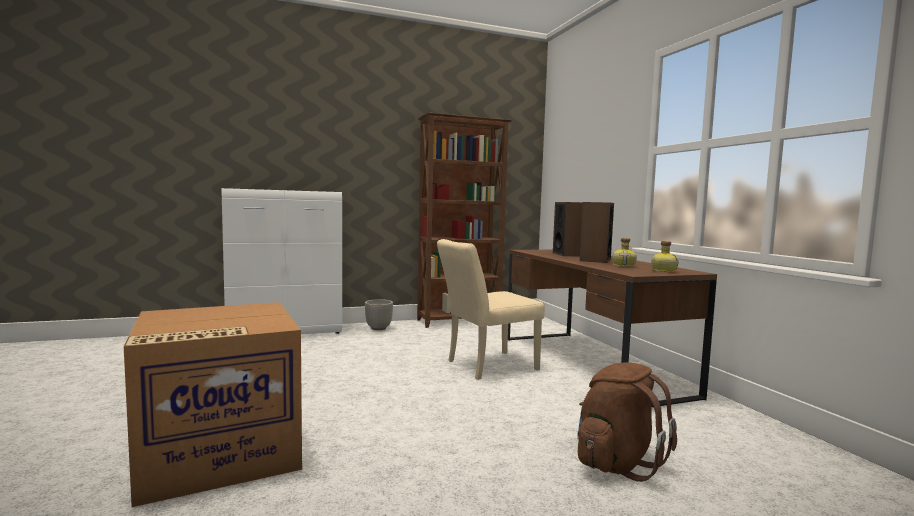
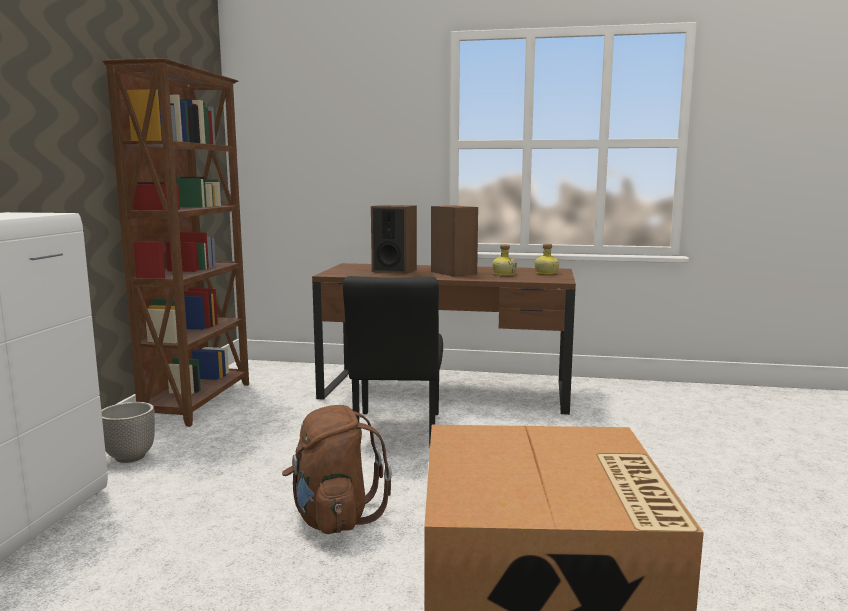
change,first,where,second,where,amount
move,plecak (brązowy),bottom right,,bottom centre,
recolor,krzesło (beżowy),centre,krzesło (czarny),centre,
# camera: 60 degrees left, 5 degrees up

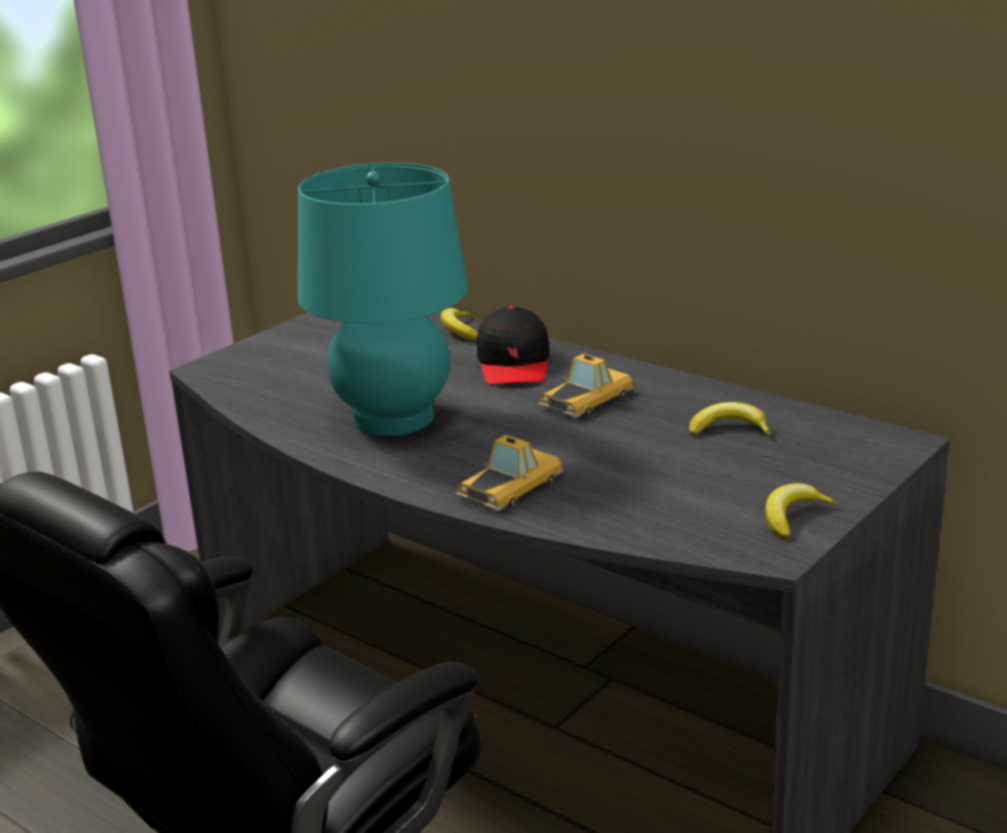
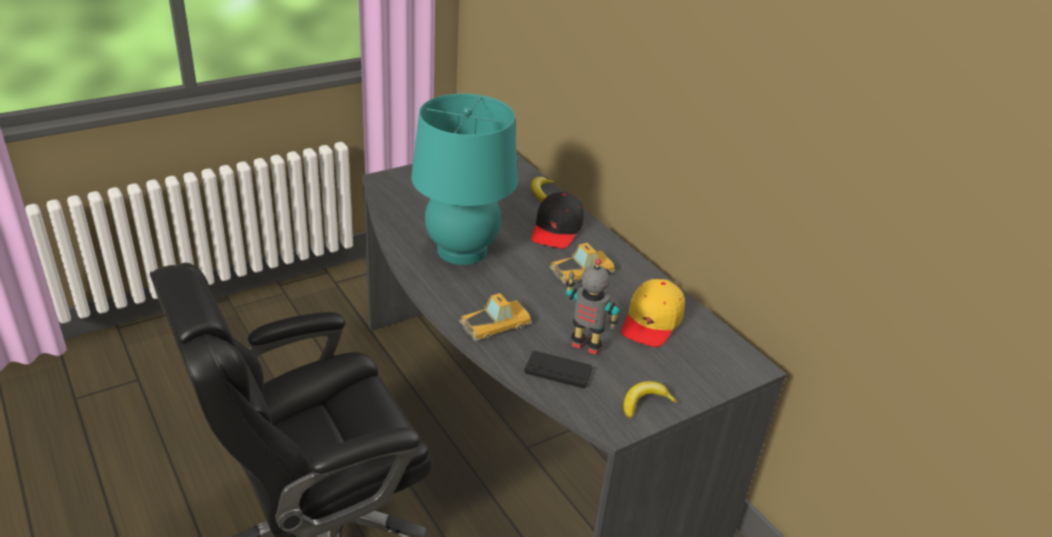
change,first,where,second,where,amount
insert,,,pad do gier (czarny),bottom centre,
insert,,,robot zabawkowy,centre,
replace,banan (2nd from left),middle right,czapka z daszkiem (żółty),centre,
# camera: 15 degrees right, 10 degrees up

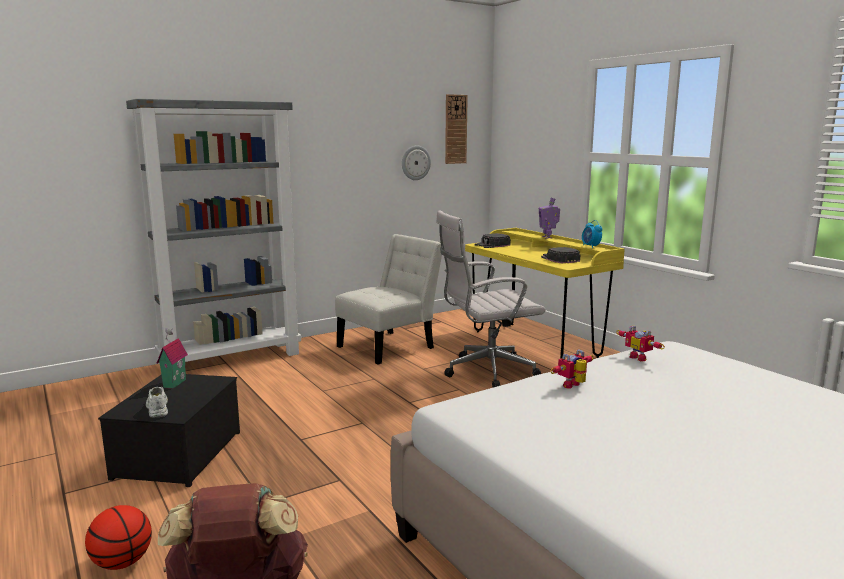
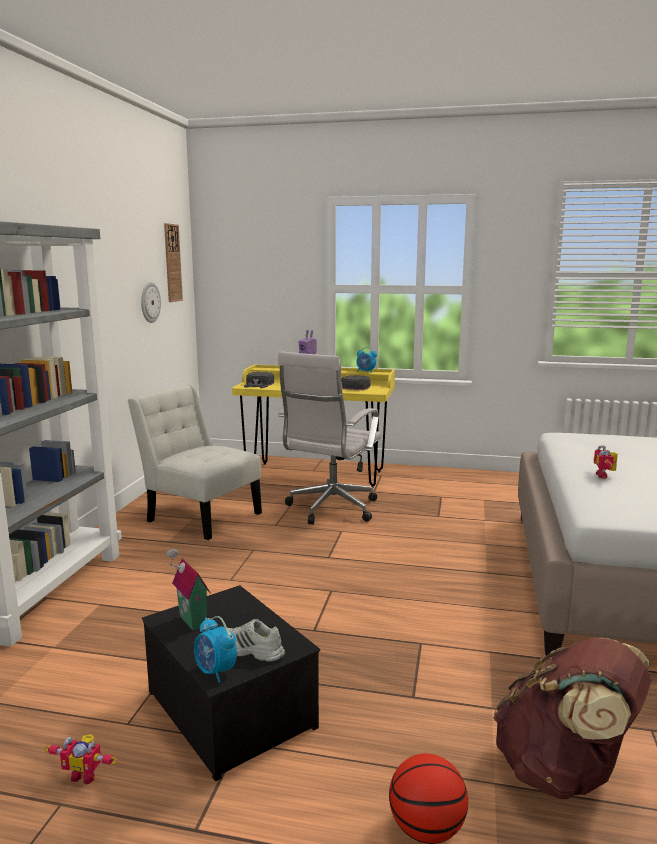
change,first,where,second,where,amount
move,robot zabawkowy (3rd from left in the first image),middle right,robot zabawkowy (1st from left),bottom left,
rotate,krzesło (biały),centre,,middle left,60 degrees counterclockwise
insert,,,budzik (1st from left),bottom left,
# camera: 45 degrees left, 0 degrees up

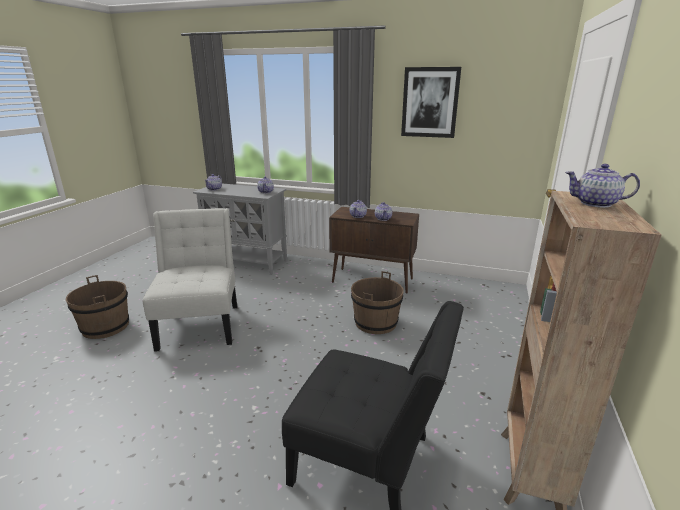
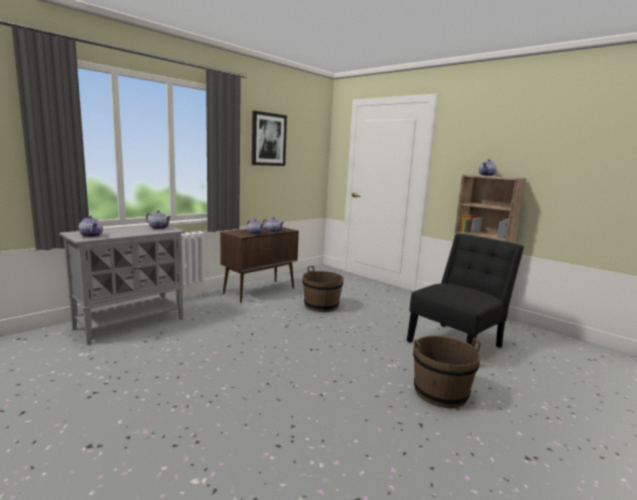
change,first,where,second,where,amount
move,wiadro (brązowy) (1st from left in the first image),middle left,wiadro (brązowy) (2nd from left),bottom right,
delete,krzesło (biały),middle left,,,
# camera: 65 degrees left, 10 degrees down

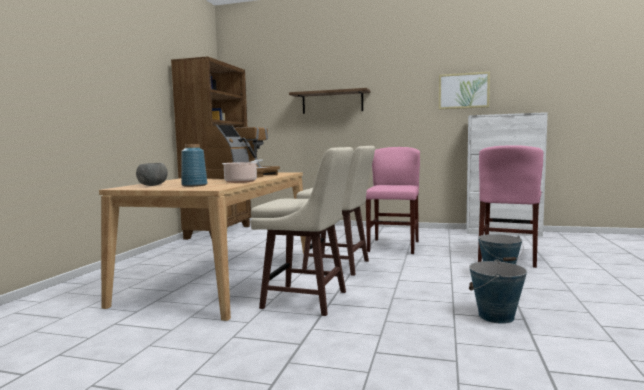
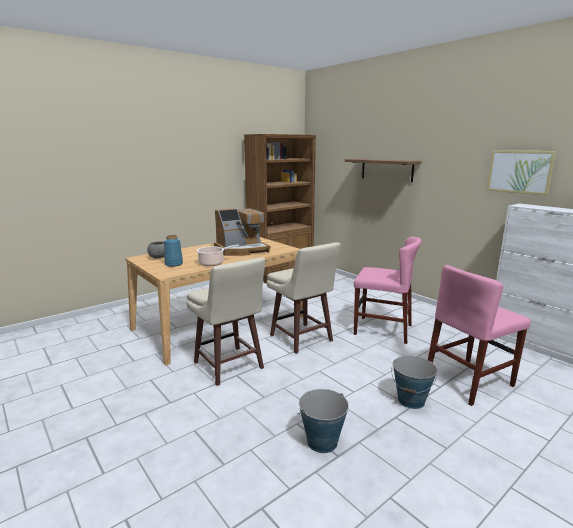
change,first,where,second,where,amount
rotate,krzesło (różowy) (1st from left),centre,,middle right,60 degrees clockwise
# camera: 35 degrees right, 10 degrees up

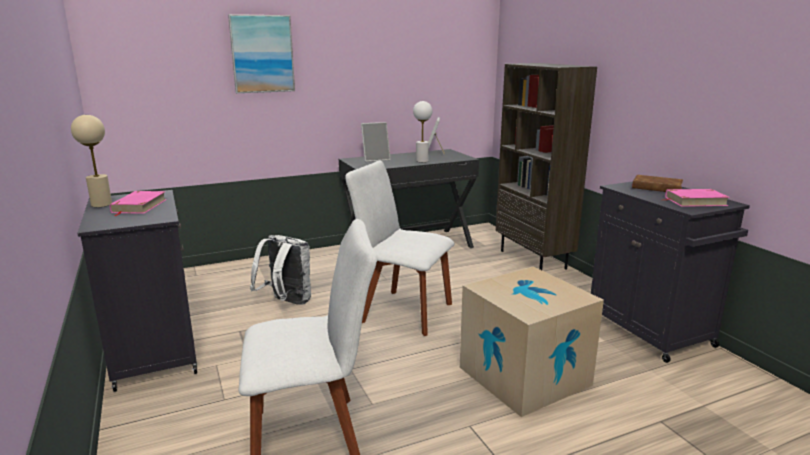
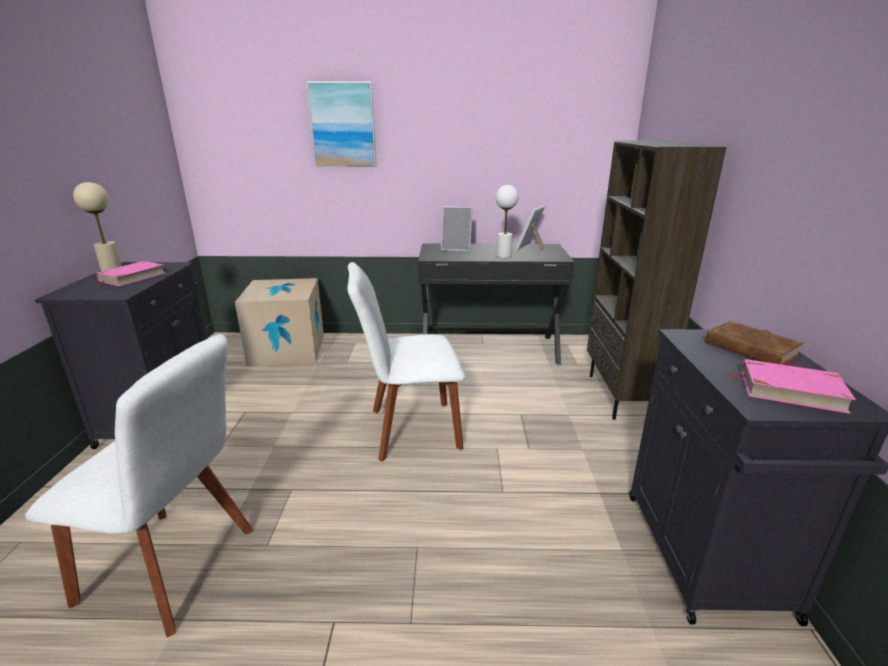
change,first,where,second,where,amount
move,karton,bottom centre,,middle left,
rotate,krzesło (biały) (2nd from left),centre,,centre,60 degrees counterclockwise
delete,plecak (biały),centre,,,
# camera: 25 degrees right, 5 degrees up

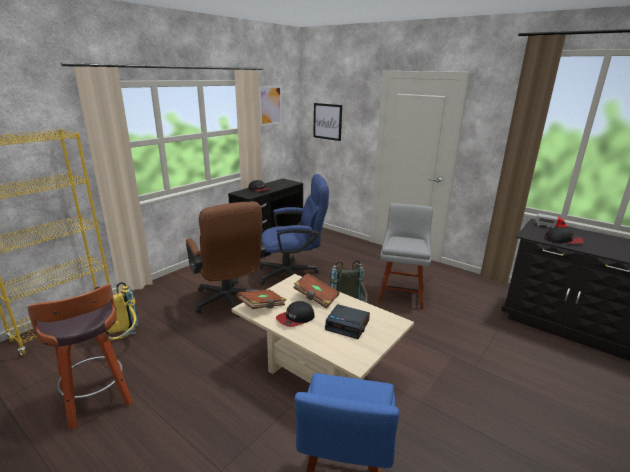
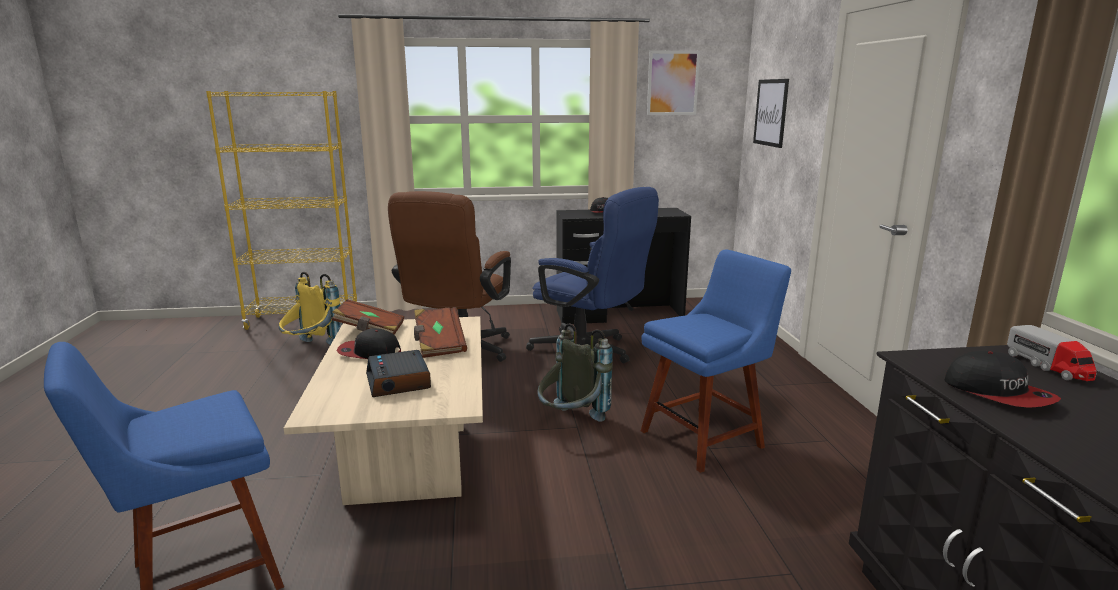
change,first,where,second,where,amount
recolor,krzesło (szary),centre,krzesło (niebieski) (2nd from left),centre,
delete,stołek,bottom left,,,
# camera: 45 degrees right, 5 degrees down

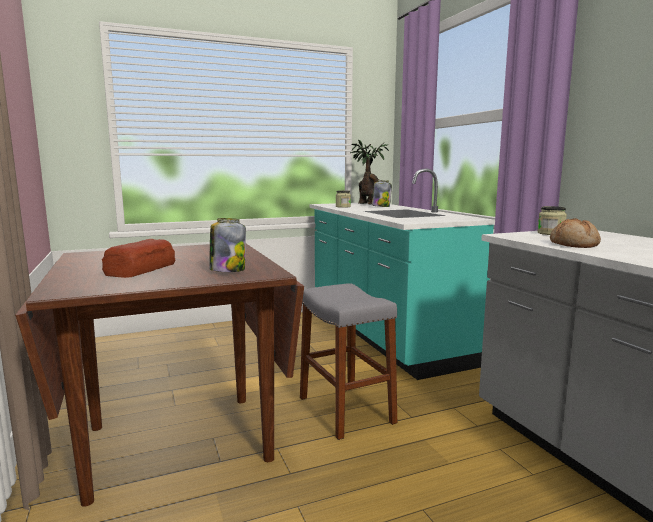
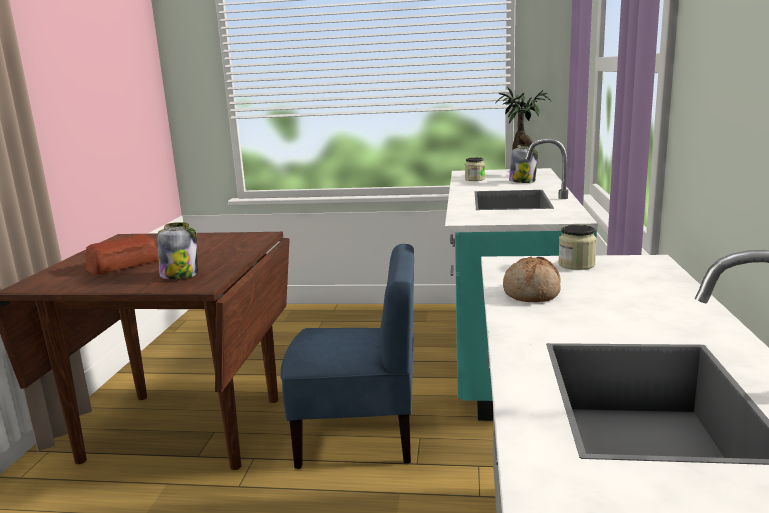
change,first,where,second,where,amount
replace,stołek (szary),bottom centre,krzesło (niebieski),bottom centre,
# camera: 30 degrees right, 5 degrees up

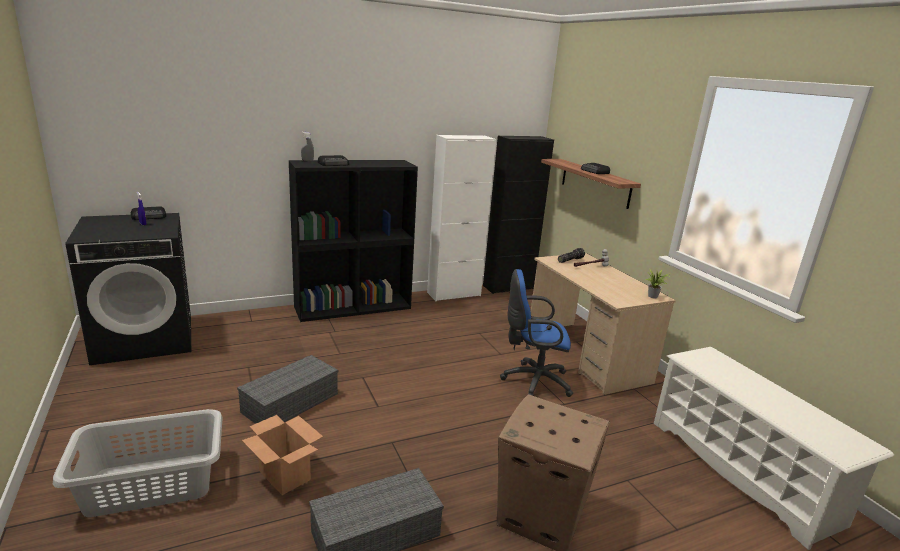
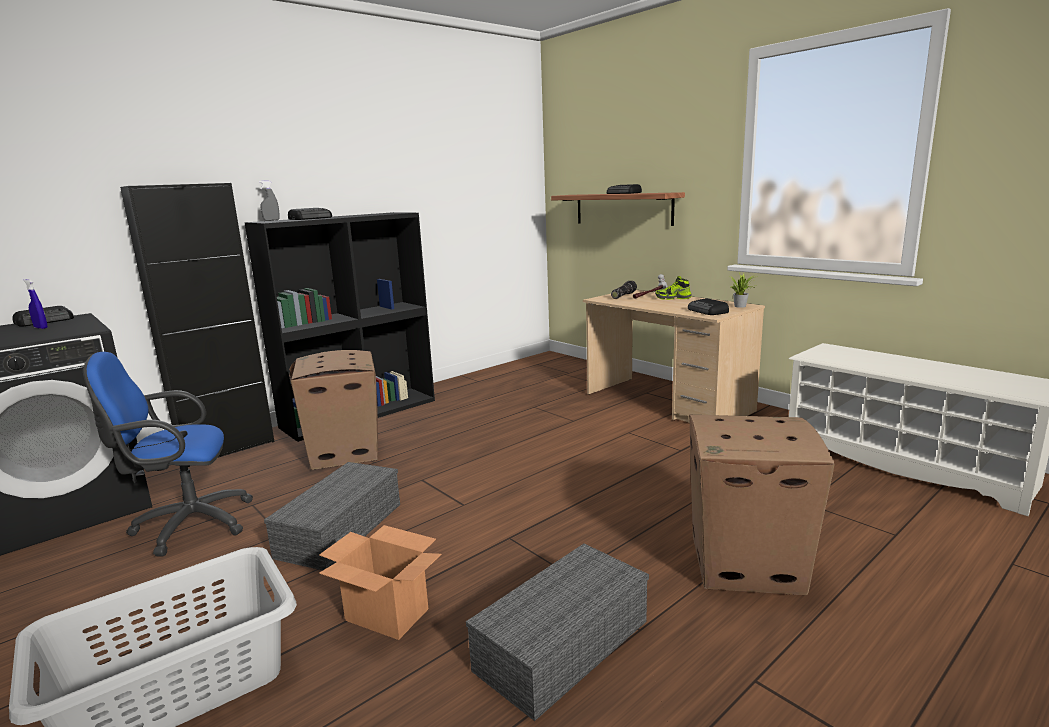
change,first,where,second,where,amount
move,krzesło biurowe (niebieski),centre,,middle left,
move,szafka (czarny),centre,,middle left,
insert,,,karton (1st from left),middle left,
insert,,,but,centre,
insert,,,radio (4th from left),middle right,
delete,szafka (biały),centre,,,
# camera: 15 degrees left, 5 degrees down

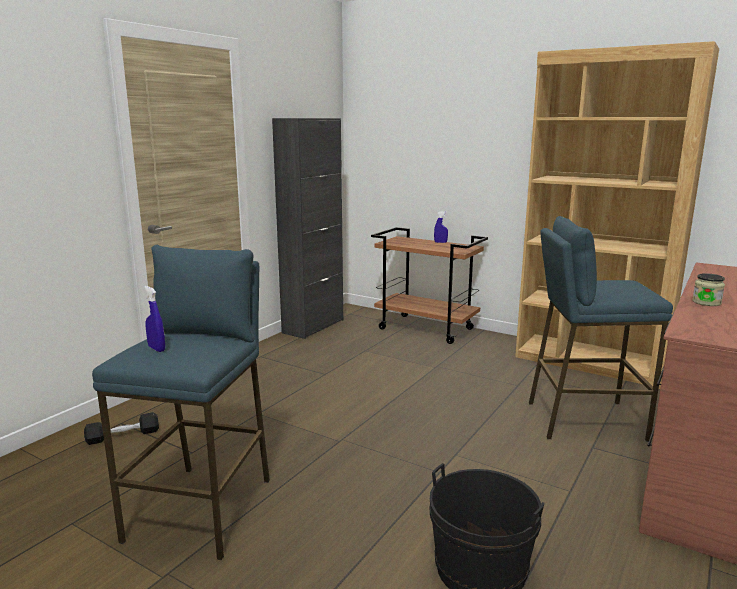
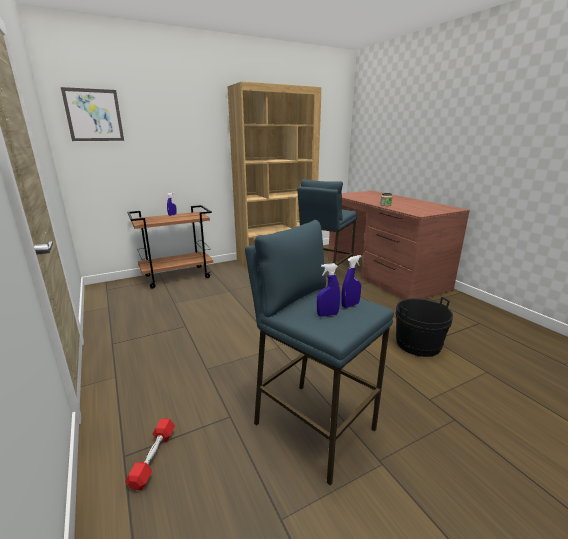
change,first,where,second,where,amount
insert,,,obraz,top left,
recolor,hantel (czarny),bottom left,hantel (czerwony),bottom left,
insert,,,spryskiwacz (niebieski) (3rd from left),centre,
delete,szafka (czarny),centre,,,
# camera: 60 degrees left, 5 degrees up

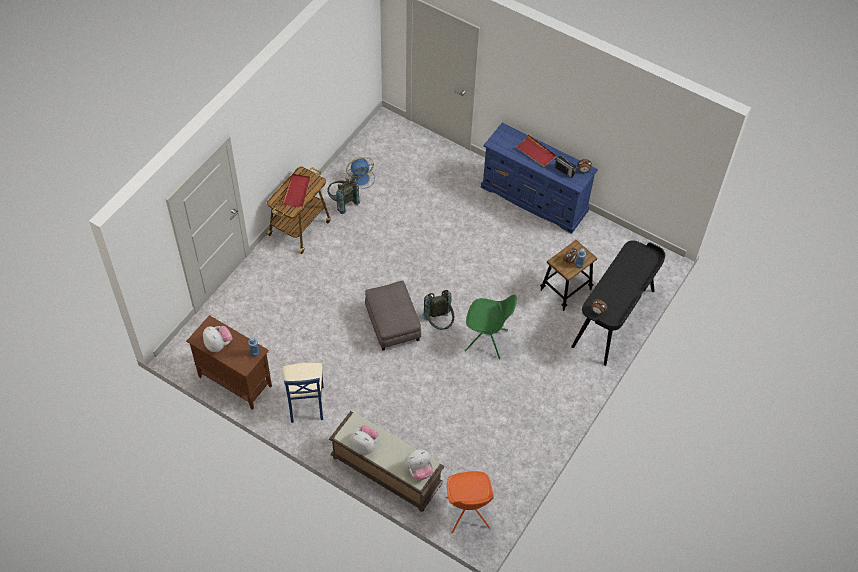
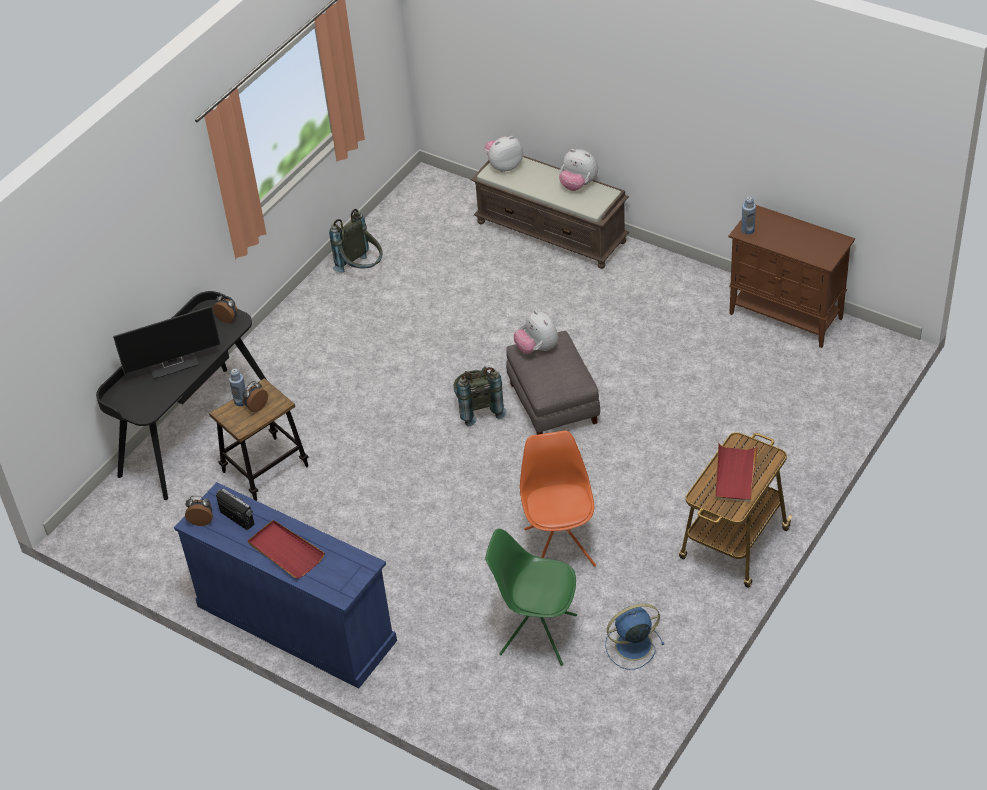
change,first,where,second,where,amount
insert,,,monitor,middle left,
move,plecak (szary) (1st from left),centre,,top centre,
move,krzesło (zielony),centre,,bottom centre,
move,pluszak (1st from left in the first image),middle left,pluszak (2nd from left),centre,
move,krzesło (pomarańczowy),bottom centre,,centre,
delete,krzesło (niebieski),bottom centre,,,
# camera: 175 degrees left, 10 degrees down

